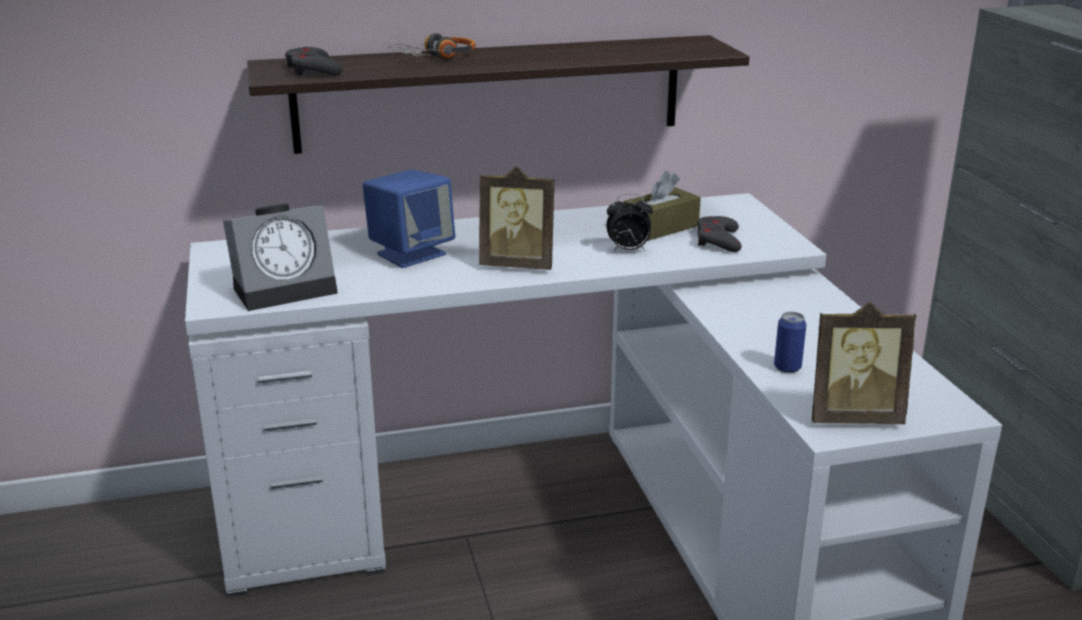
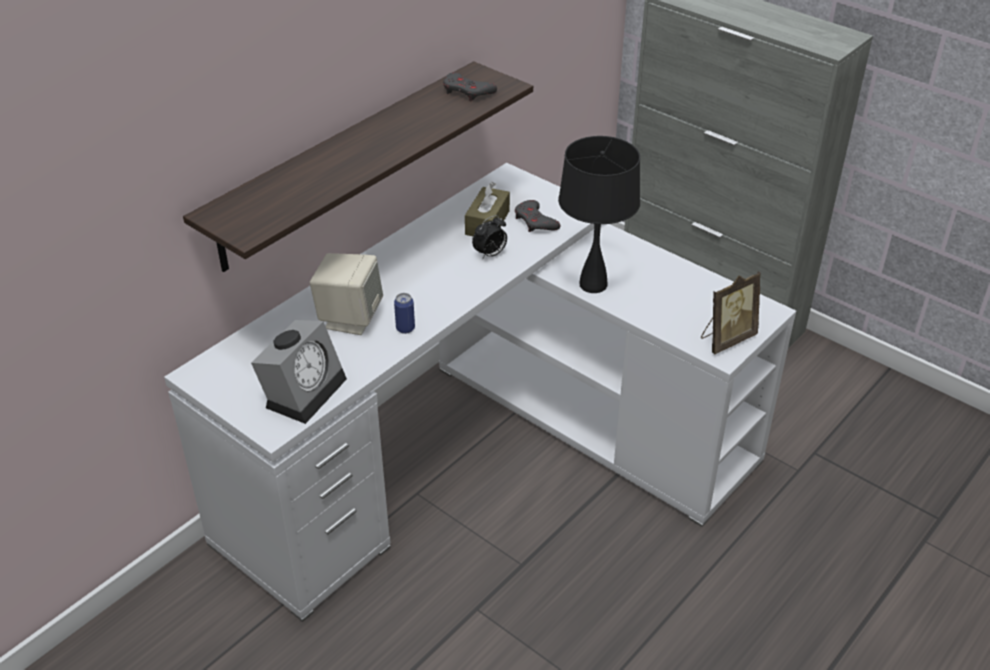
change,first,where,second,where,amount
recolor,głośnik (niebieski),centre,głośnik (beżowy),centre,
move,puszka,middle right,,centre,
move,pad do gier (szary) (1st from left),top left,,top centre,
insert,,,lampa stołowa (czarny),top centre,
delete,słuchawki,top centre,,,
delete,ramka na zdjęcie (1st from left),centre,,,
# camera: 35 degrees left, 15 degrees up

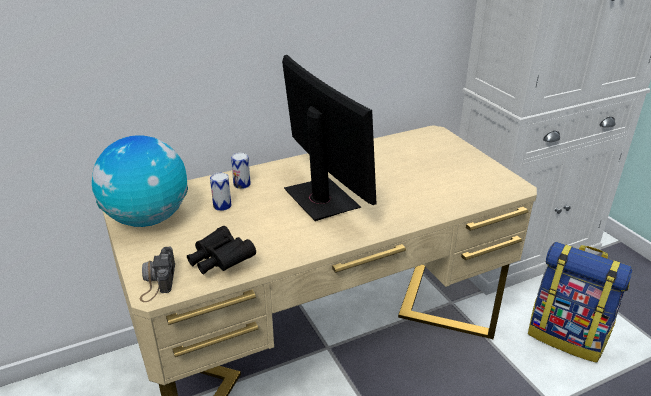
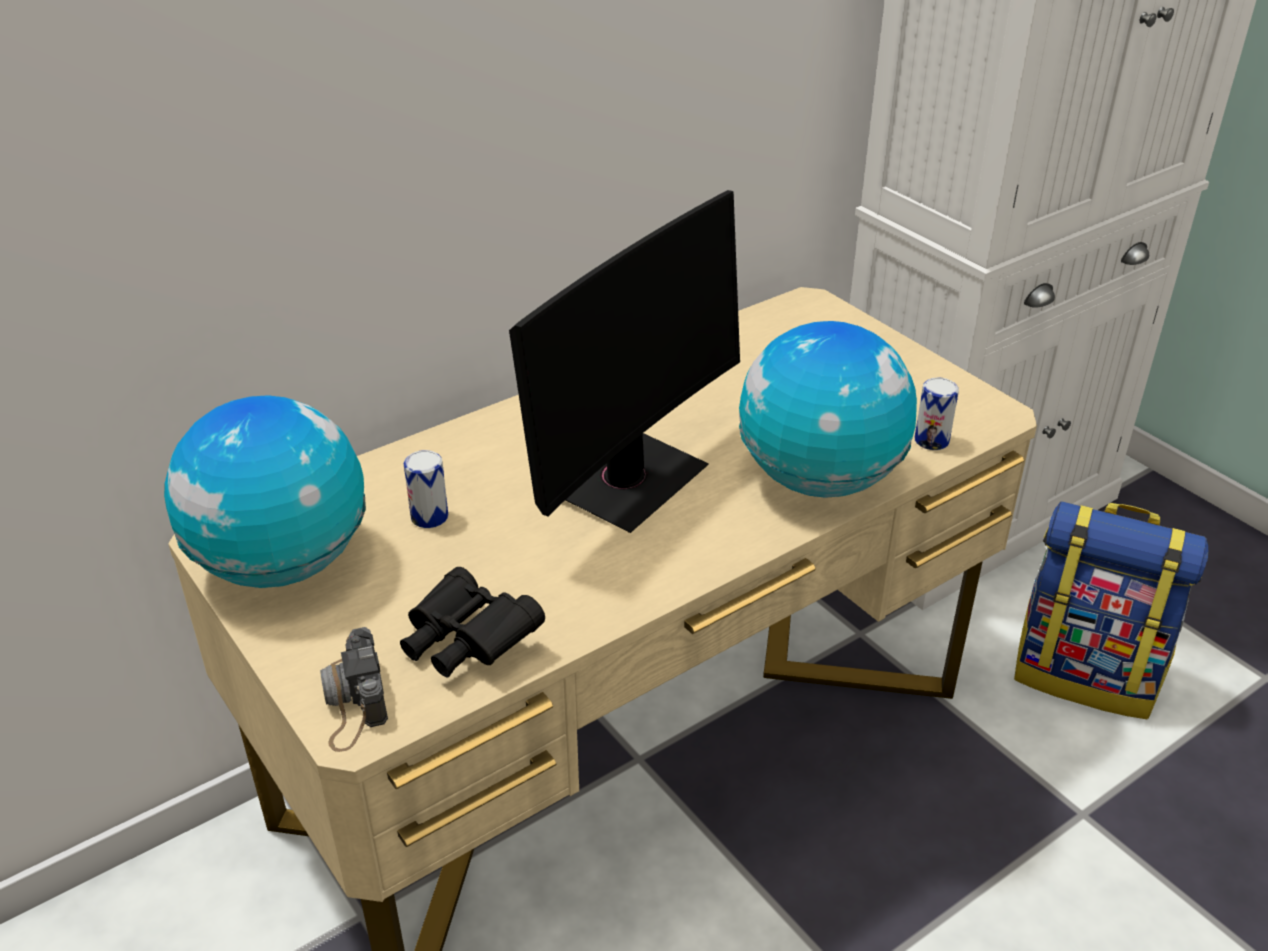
change,first,where,second,where,amount
rotate,monitor,centre,,centre,75 degrees clockwise
insert,,,globus (2nd from left),centre,
move,puszka (2nd from left),centre,,middle right,
# camera: 10 degrees left, 5 degrees up

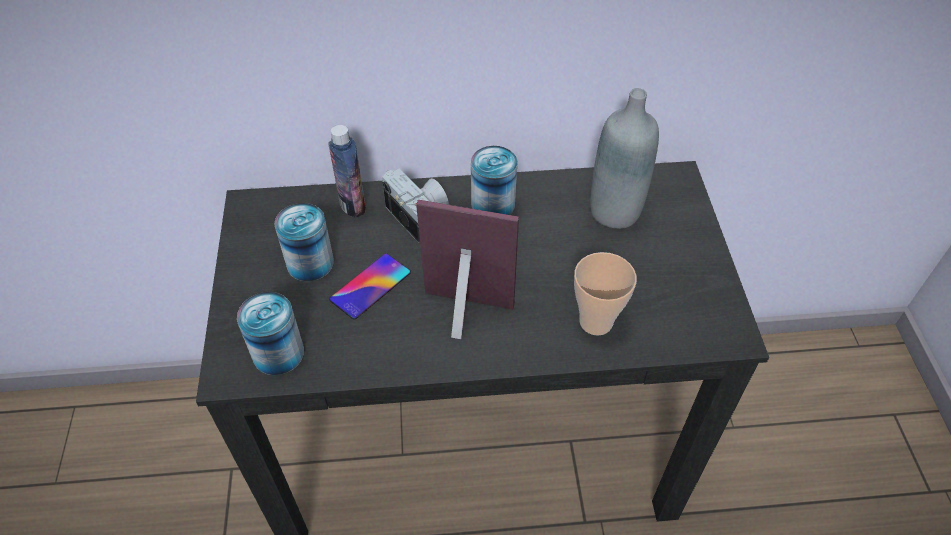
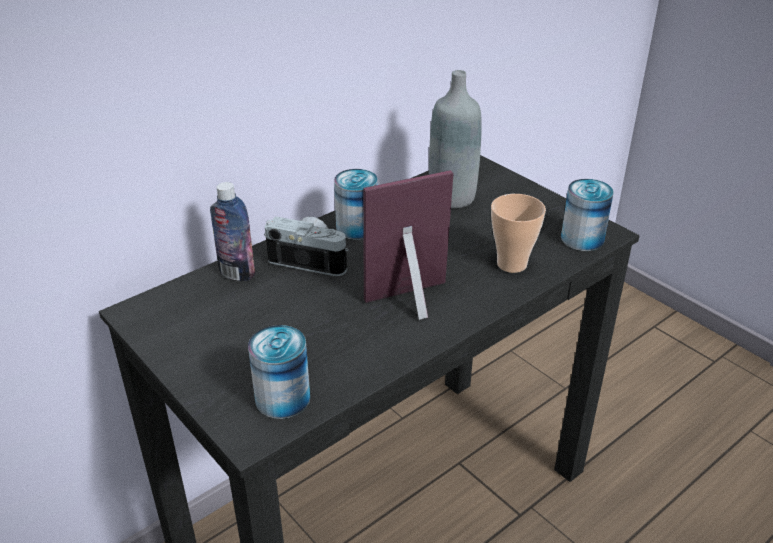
change,first,where,second,where,amount
move,puszka (2nd from left in the first image),middle left,puszka (3rd from left),middle right,
delete,telefon,centre,,,
# camera: 35 degrees left, 15 degrees down

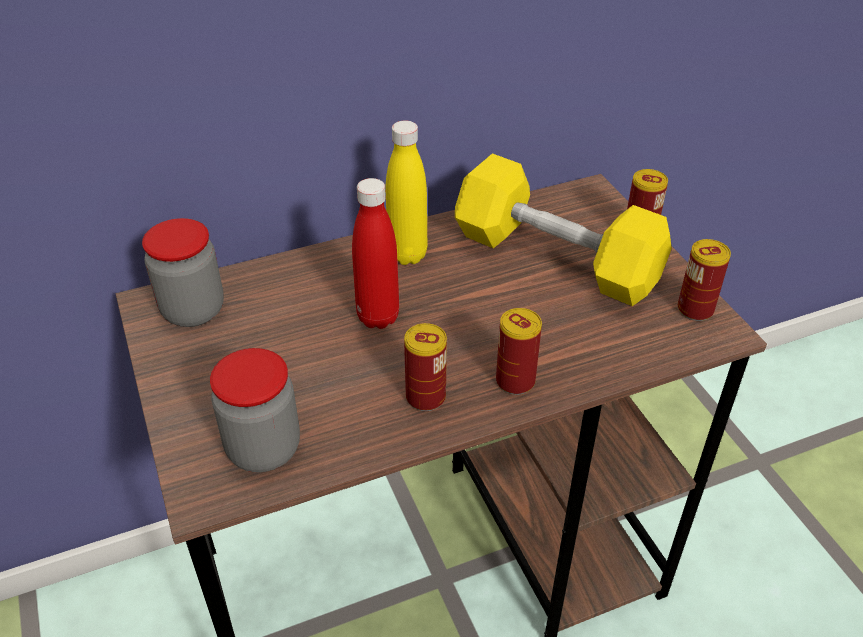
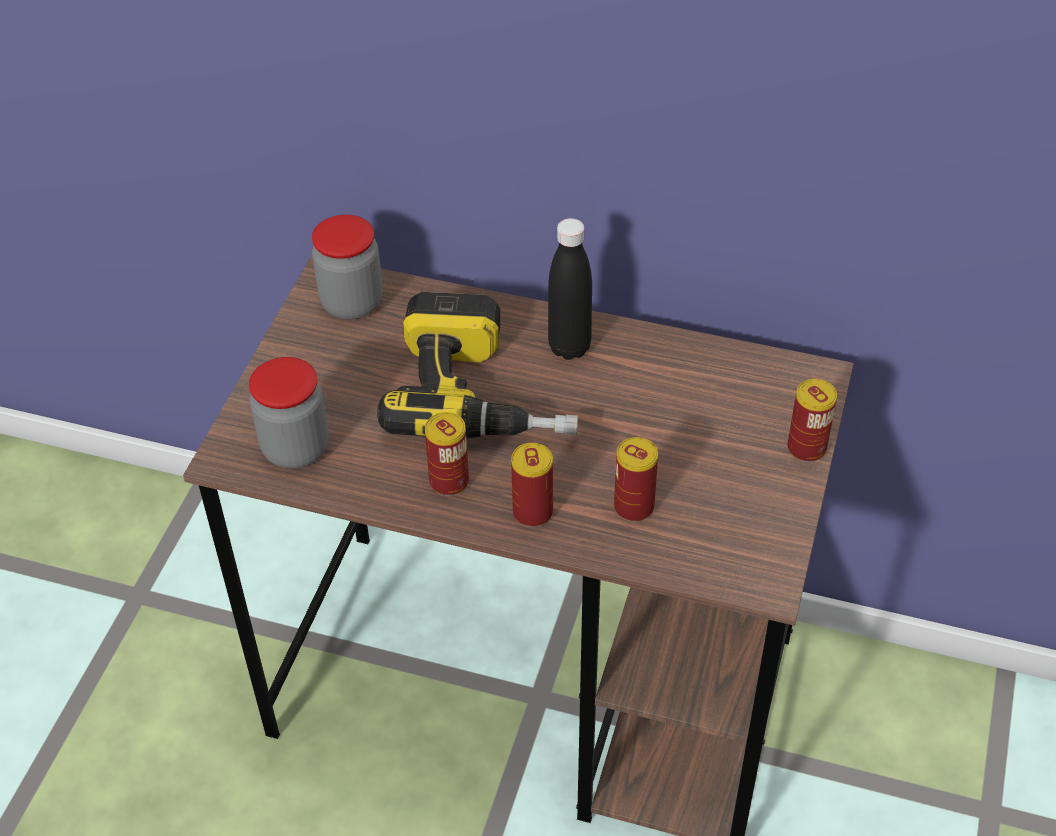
change,first,where,second,where,amount
replace,butelka (czerwony),centre,wiertarka,centre,
recolor,butelka (żółty),top centre,butelka (czarny),centre,
move,puszka (4th from left in the first image),middle right,puszka (3rd from left),centre,
delete,hantel (żółty),centre,,,
# camera: 40 degrees right, 5 degrees up

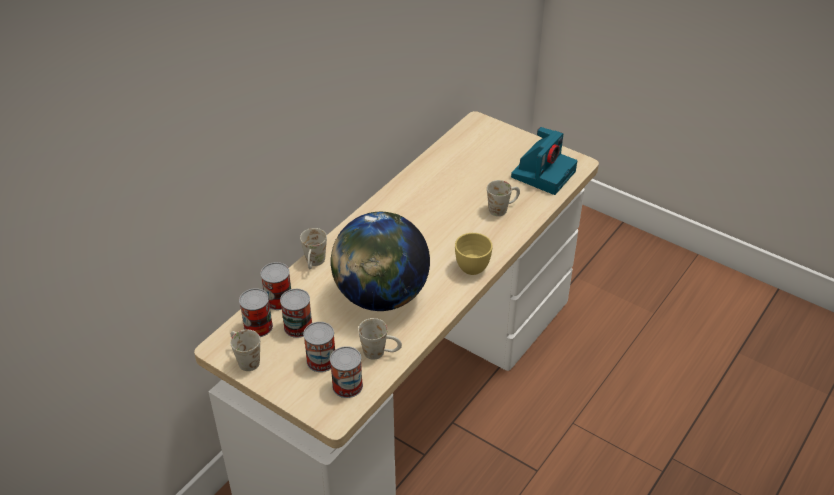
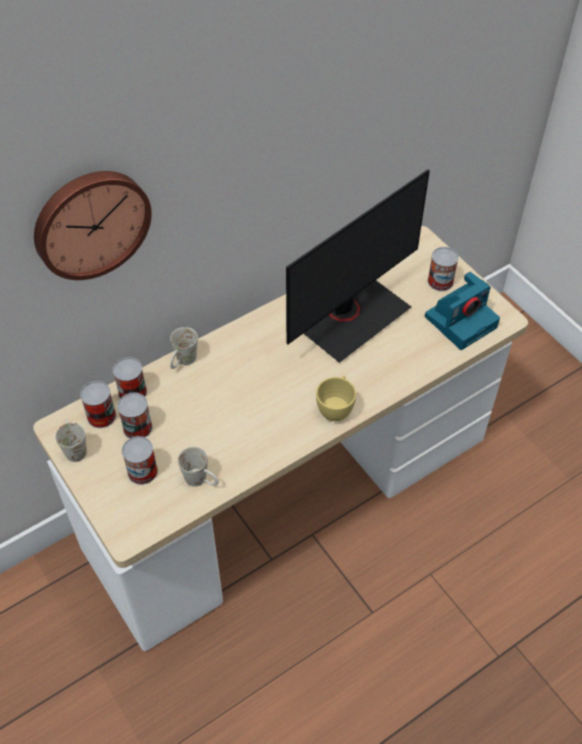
change,first,where,second,where,amount
insert,,,zegar ścienny,top left,
insert,,,monitor,centre,
move,puszka (5th from left),bottom centre,,middle right,
delete,globus,centre,,,
delete,kubek (biały) (4th from left),centre,,,
# camera: 20 degrees right, 10 degrees up

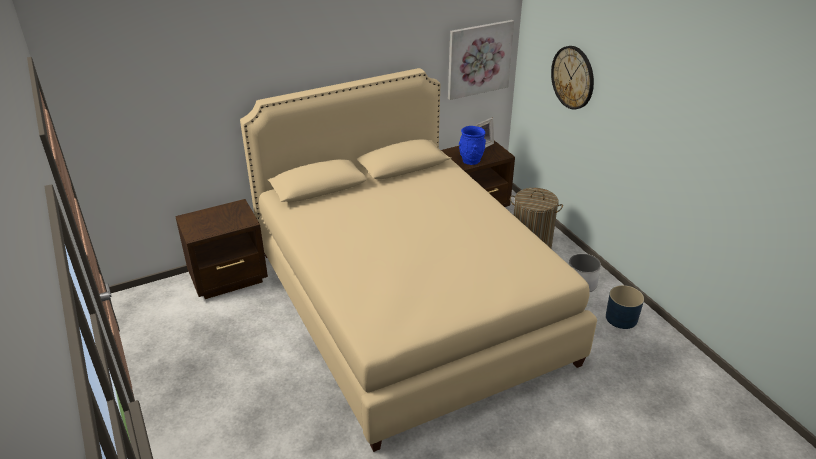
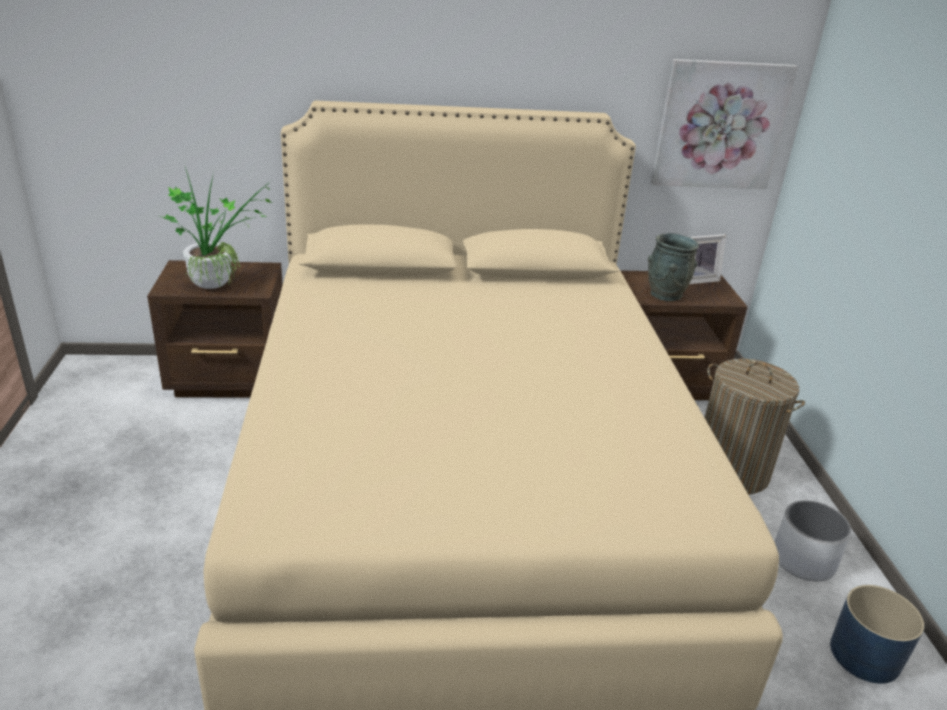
change,first,where,second,where,amount
insert,,,roślina doniczkowa,top left,
recolor,wazon (niebieski),top centre,wazon (szary),middle right,
delete,zegar ścienny,top right,,,
# camera: 20 degrees right, 5 degrees down

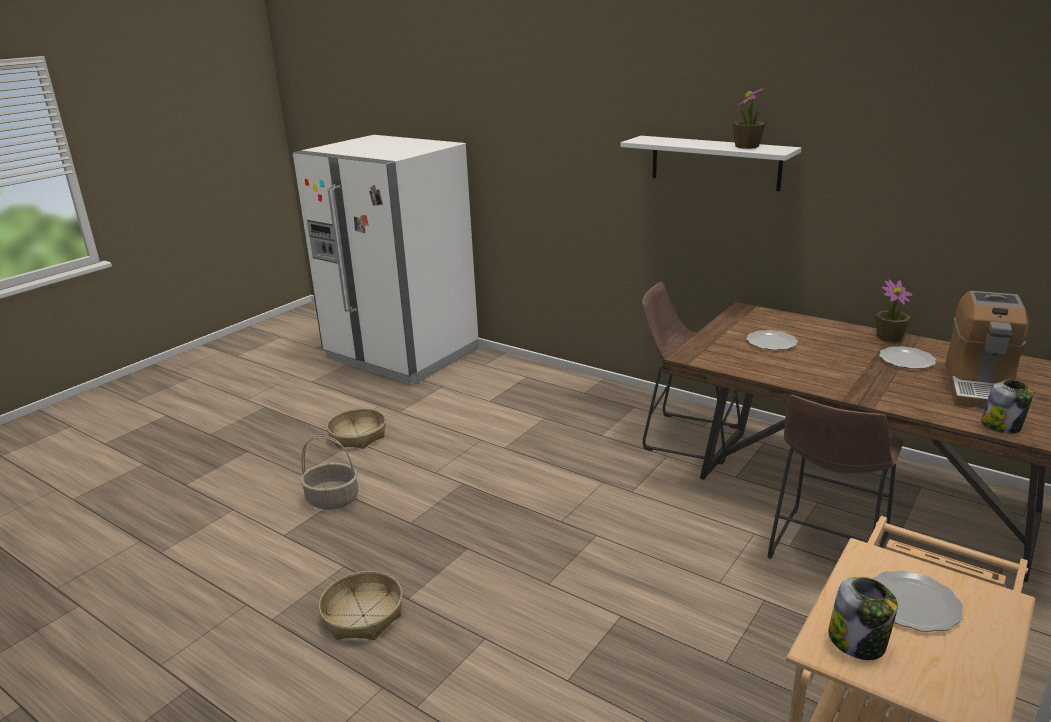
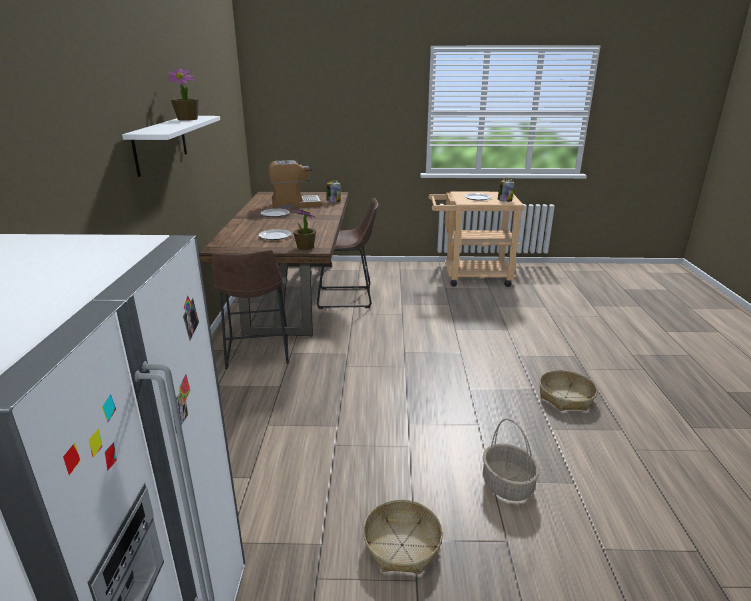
change,first,where,second,where,amount
move,roślina doniczkowa (2nd from left),middle right,,centre,
# camera: 125 degrees left, 0 degrees up

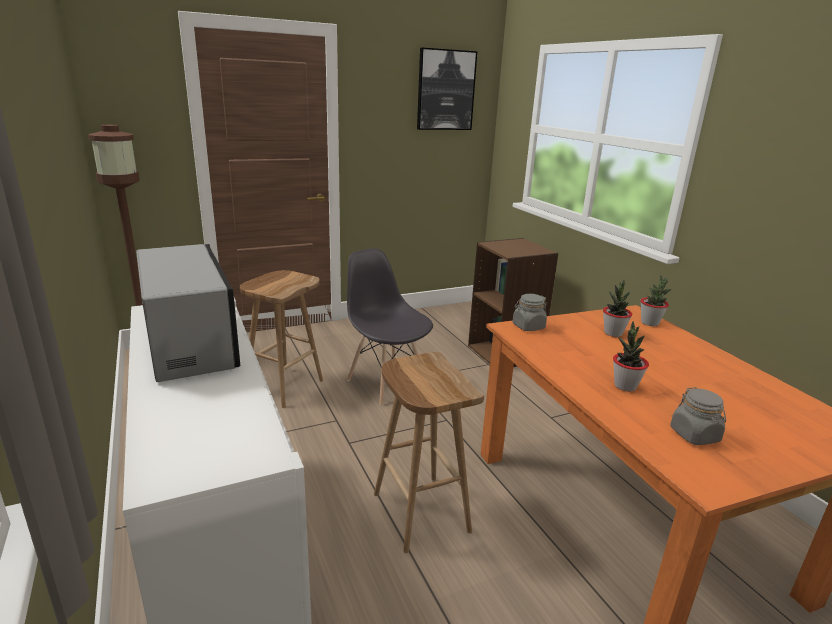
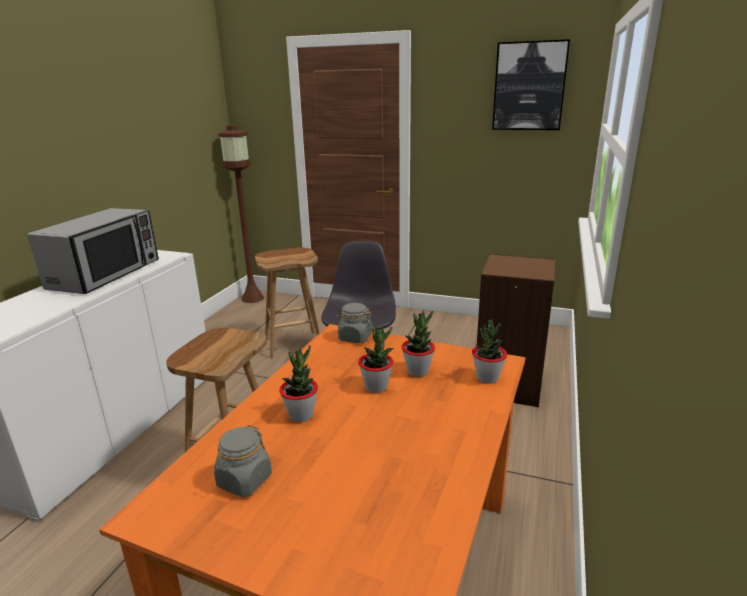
change,first,where,second,where,amount
insert,,,roślina doniczkowa (2nd from left),centre,
# camera: 45 degrees right, 0 degrees up

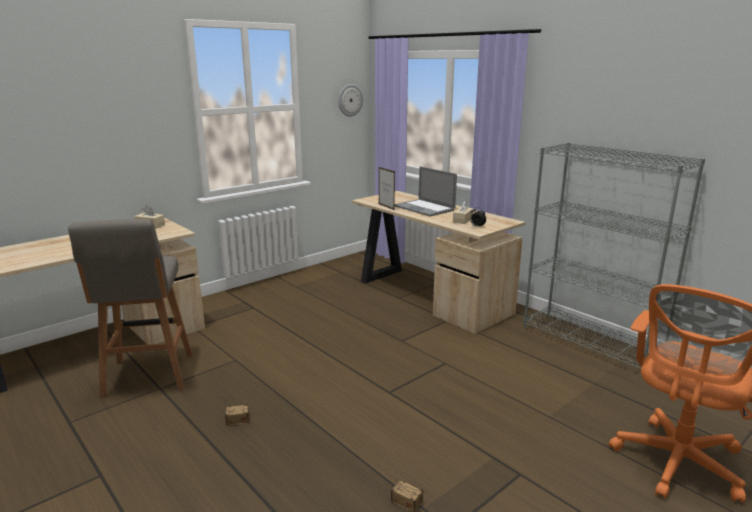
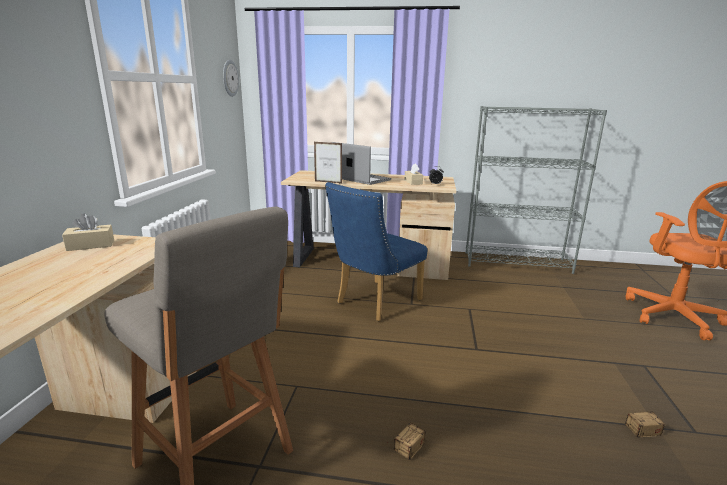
change,first,where,second,where,amount
insert,,,krzesło (niebieski),centre,
rotate,laptop,centre,,centre,150 degrees counterclockwise
# camera: 40 degrees left, 0 degrees up

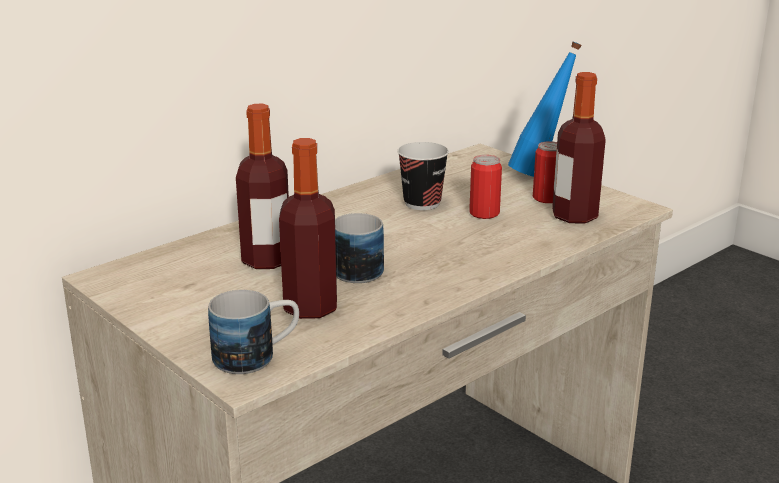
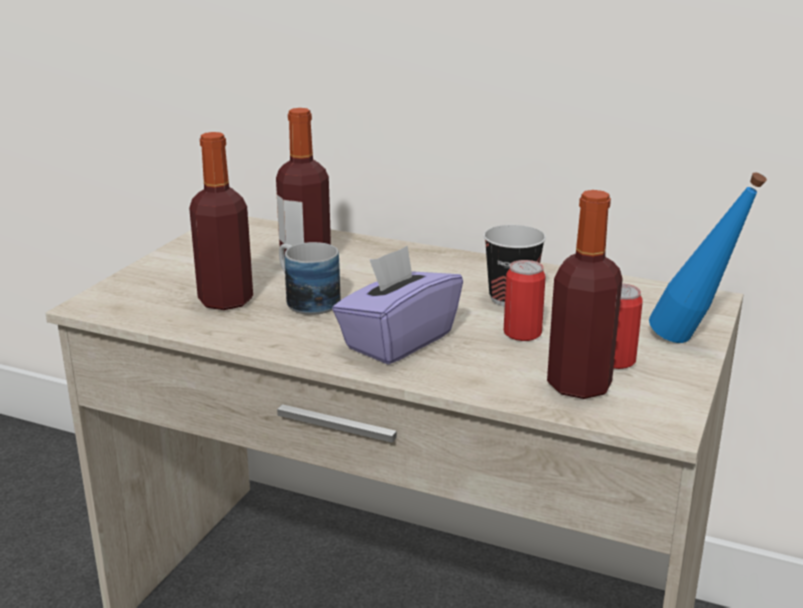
change,first,where,second,where,amount
insert,,,pudełko chusteczek (fioletowy),centre,
delete,kubek (1st from left),bottom left,,,
# camera: 65 degrees right, 0 degrees up

